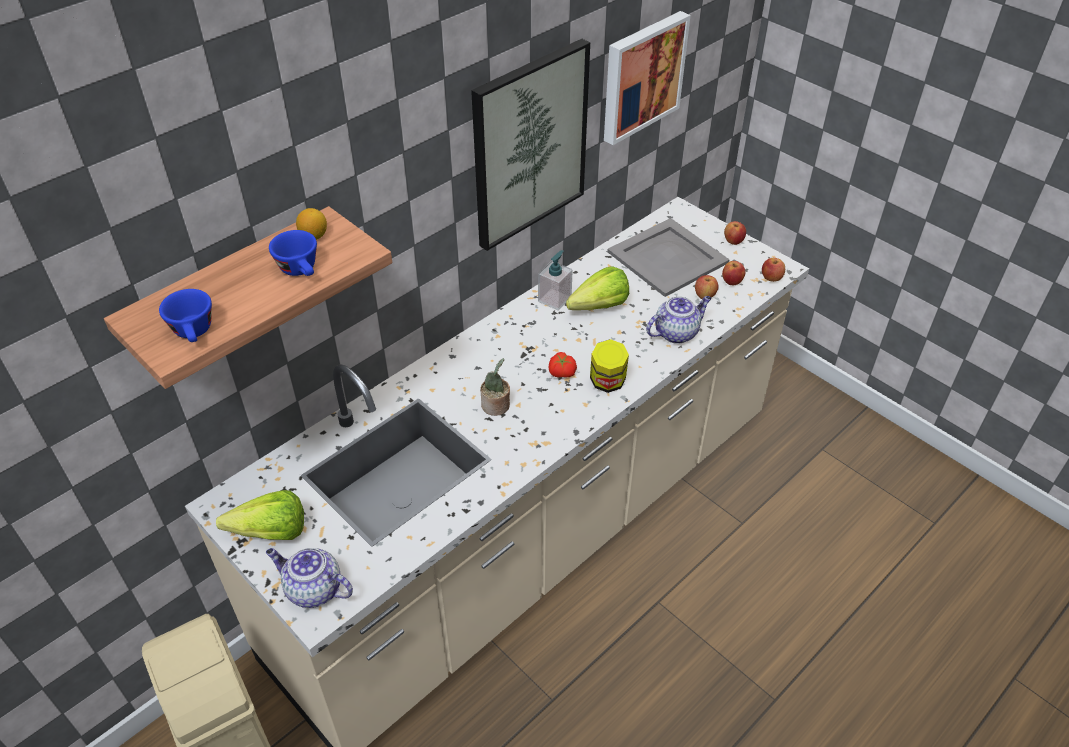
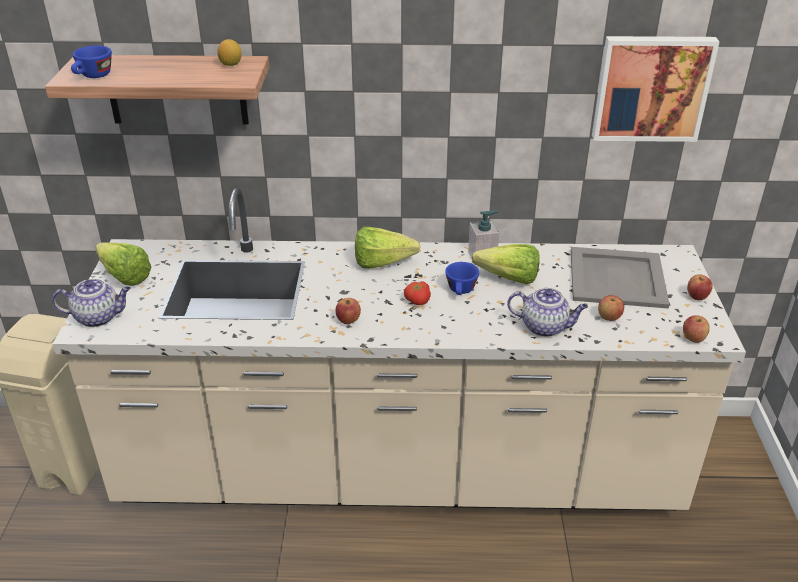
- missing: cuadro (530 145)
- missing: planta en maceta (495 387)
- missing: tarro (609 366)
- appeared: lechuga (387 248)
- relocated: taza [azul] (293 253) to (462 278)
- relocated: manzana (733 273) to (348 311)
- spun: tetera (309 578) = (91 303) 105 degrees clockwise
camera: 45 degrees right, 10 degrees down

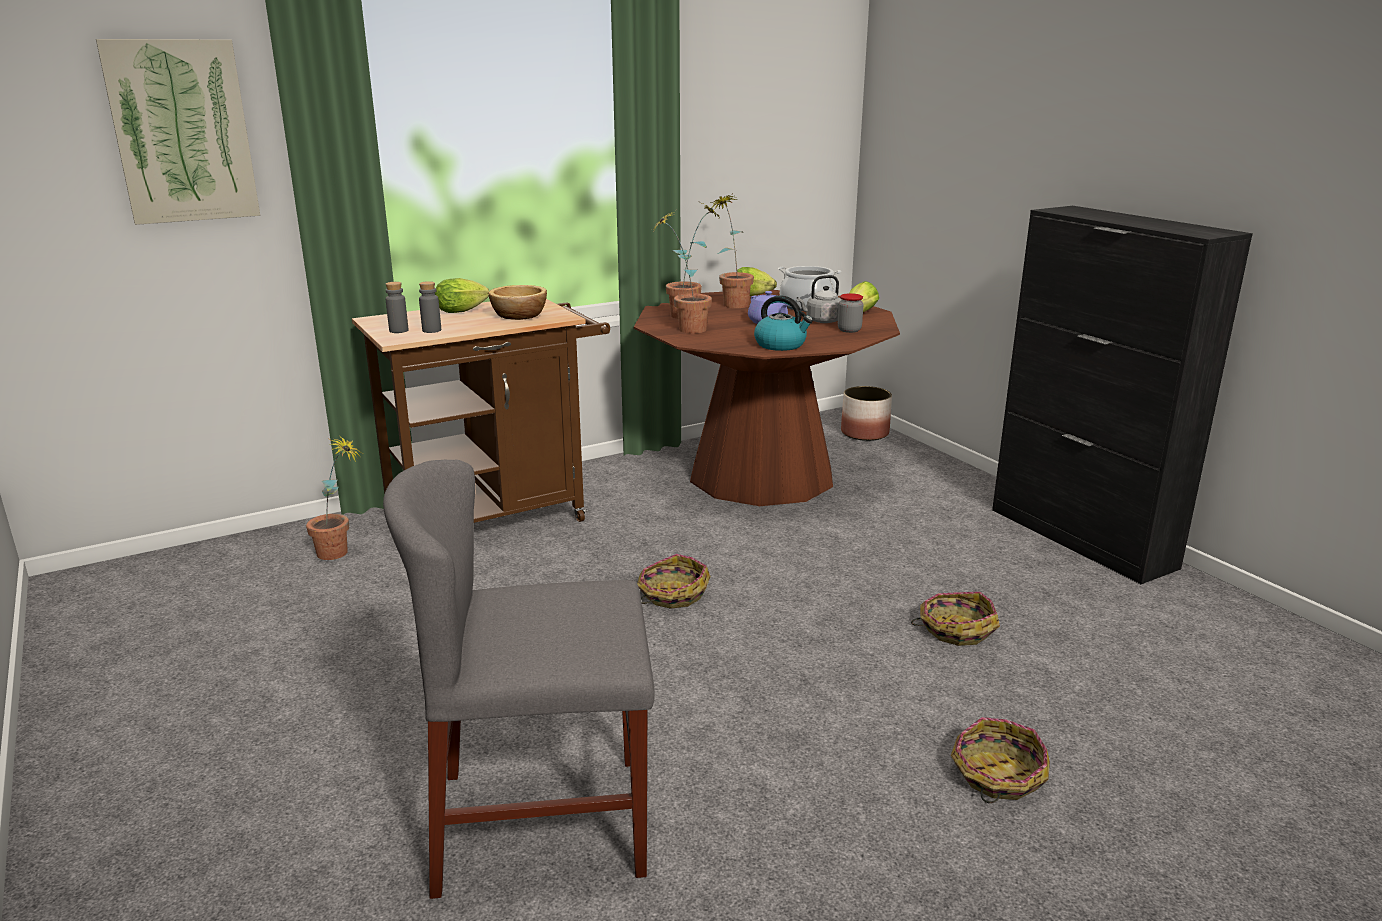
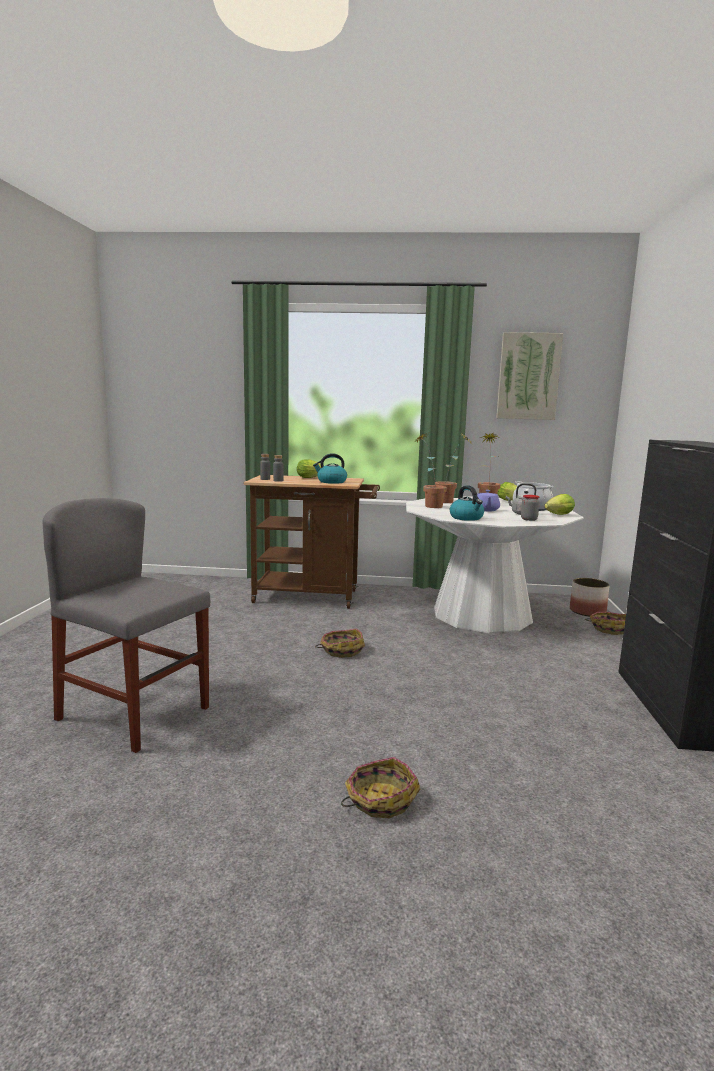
- missing: planta en maceta (334 498)
- relocated: cuadro (178 132) to (529 376)
- relocated: cesta (955 619) to (605 623)
- exchanged: cuenco (517 302) to hervidor (330 468)
- colour: mesa de comedor [marrón] (767 398) to mesa de comedor [blanco] (495 564)
camera: 35 degrees right, 10 degrees down

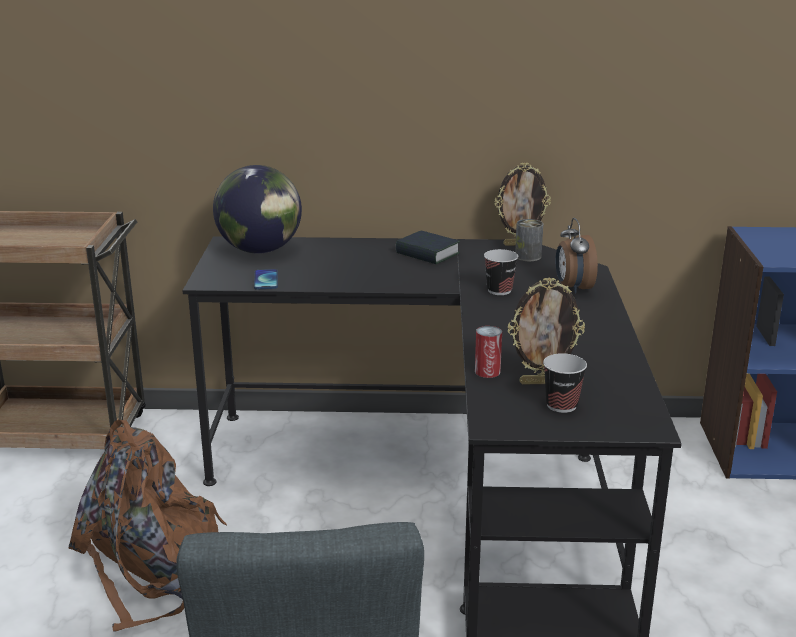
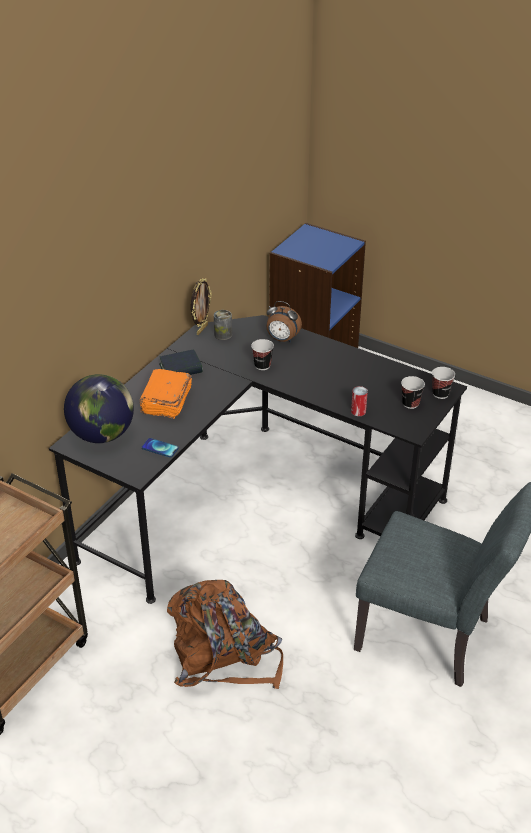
- missing: portarretratos (546 330)
- appeared: libro [naranja] (166 394)
- appeared: taza (443 383)
camera: 60 degrees left, 15 degrees up

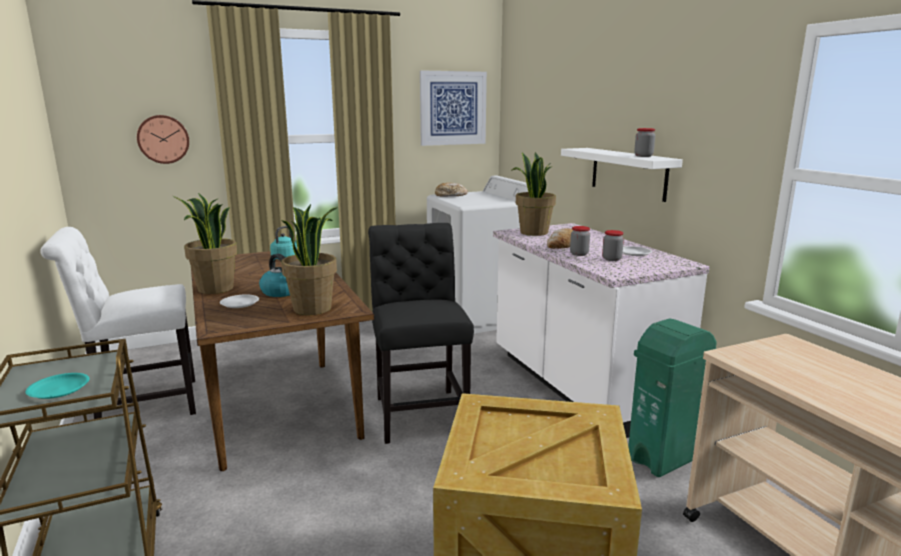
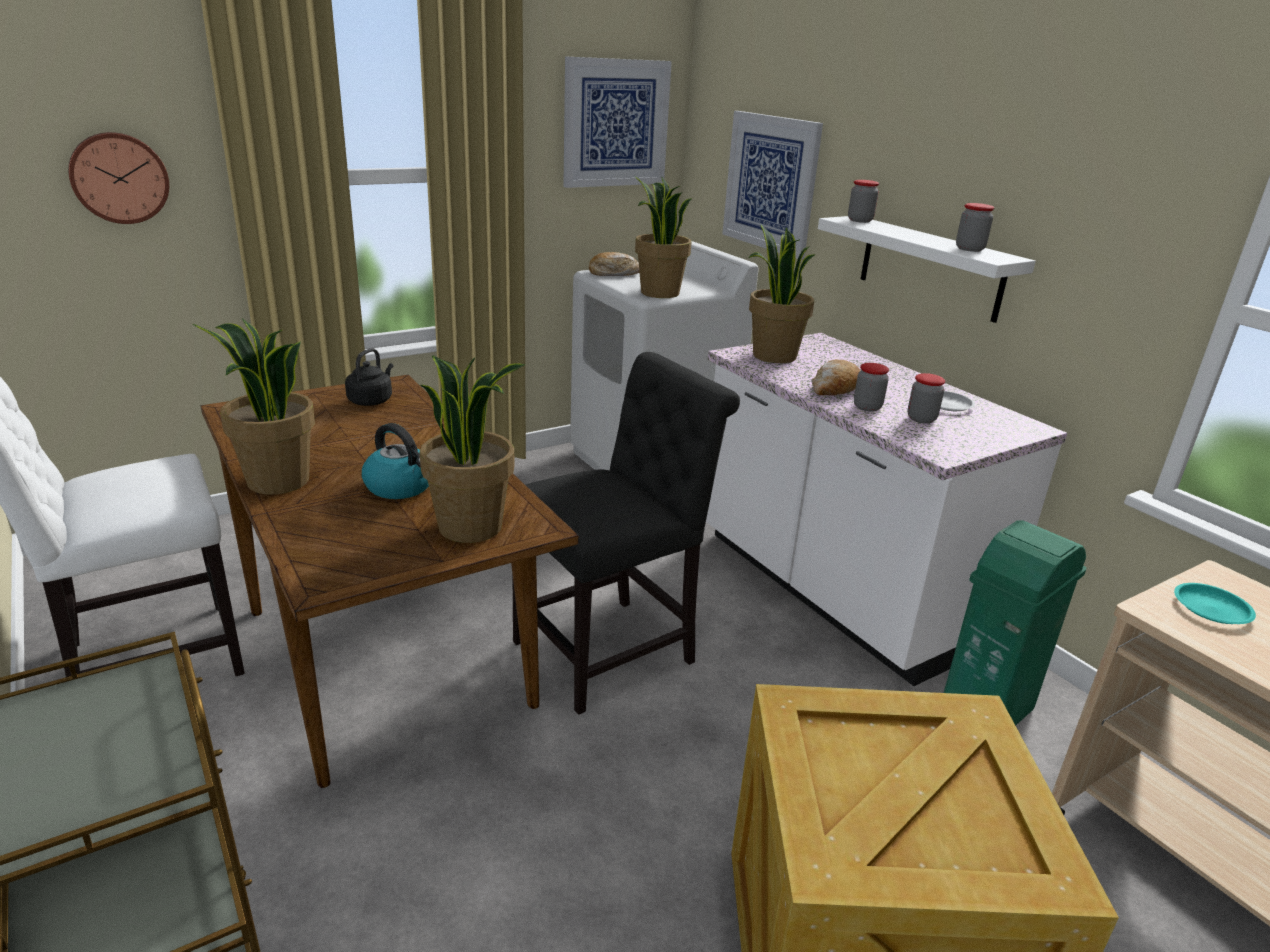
- missing: plato [blanco] (239 301)
- appeared: planta en maceta (663 237)
- appeared: cuadro (772 185)
- appeared: tarro (863 201)
- relocated: plato [turquesa] (57 386) to (1215 603)
- colour: hervidor [turquesa] (283 242) to hervidor [negro] (369 377)
- spun: silla [negro] (421 333) = (626 533) 75 degrees clockwise
camera: 10 degrees left, 10 degrees up

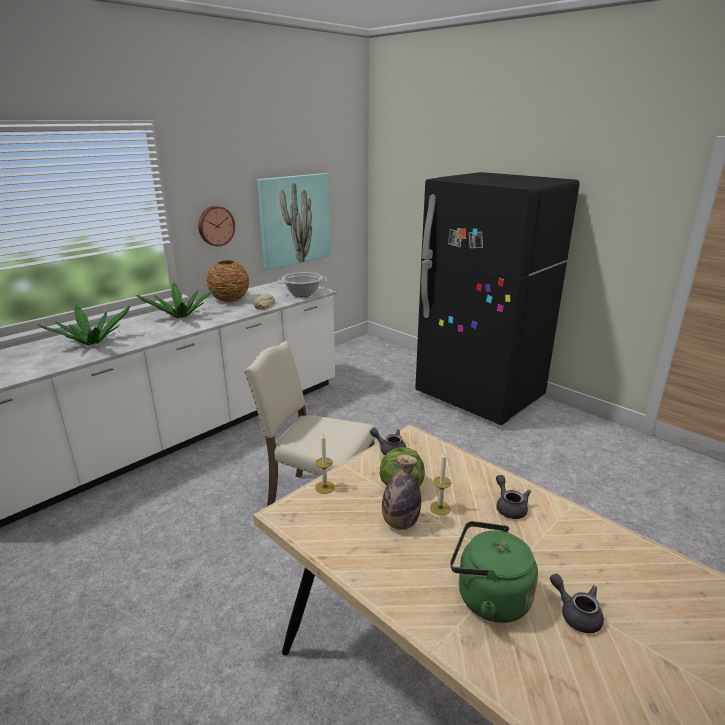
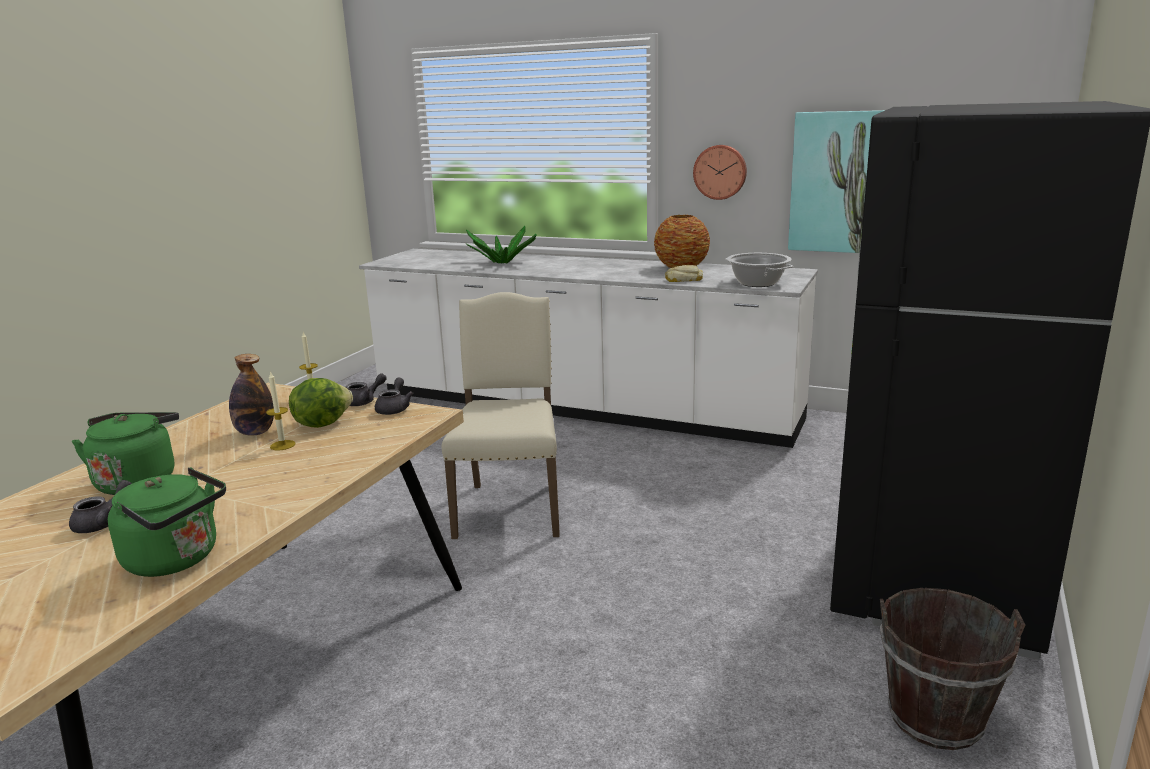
- missing: planta en maceta (176 300)
- appeared: hervidor [verde] (167 522)
- appeared: cubo [marrón] (952 669)
- relocated: tetera [gris] (513 497) to (366 389)
camera: 70 degrees right, 5 degrees down

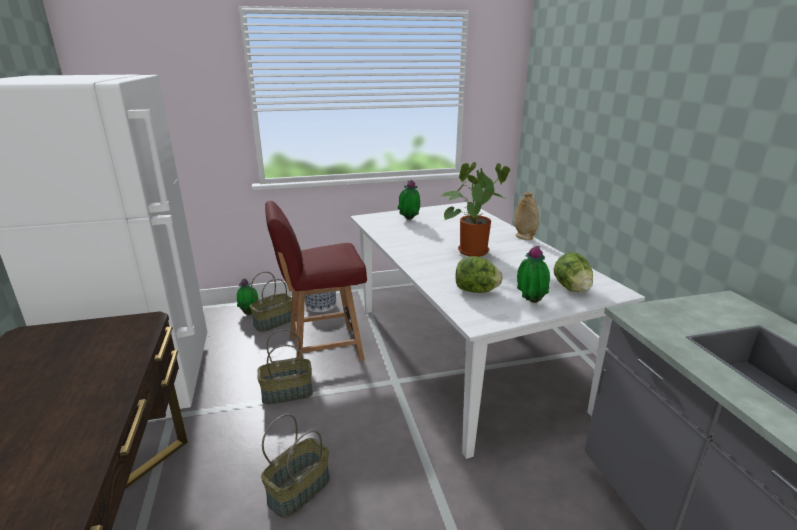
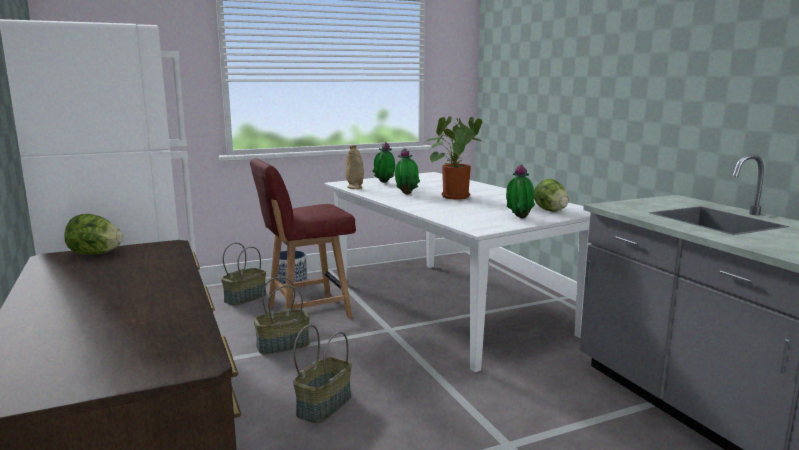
- relocated: planta en maceta (247 297) to (407 171)
- relocated: lechuga (479 274) to (93 234)
- relocated: florero [beis] (526 216) to (354 167)
camera: 10 degrees left, 10 degrees down

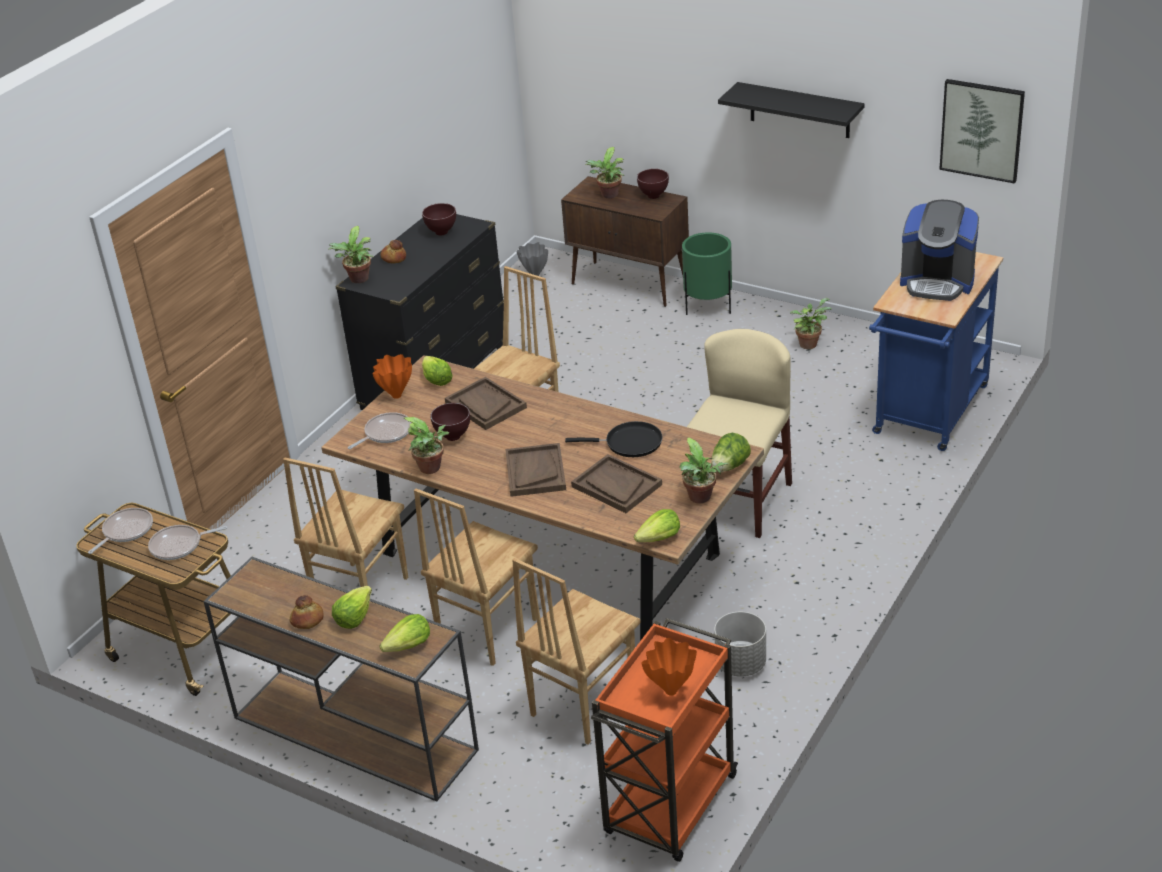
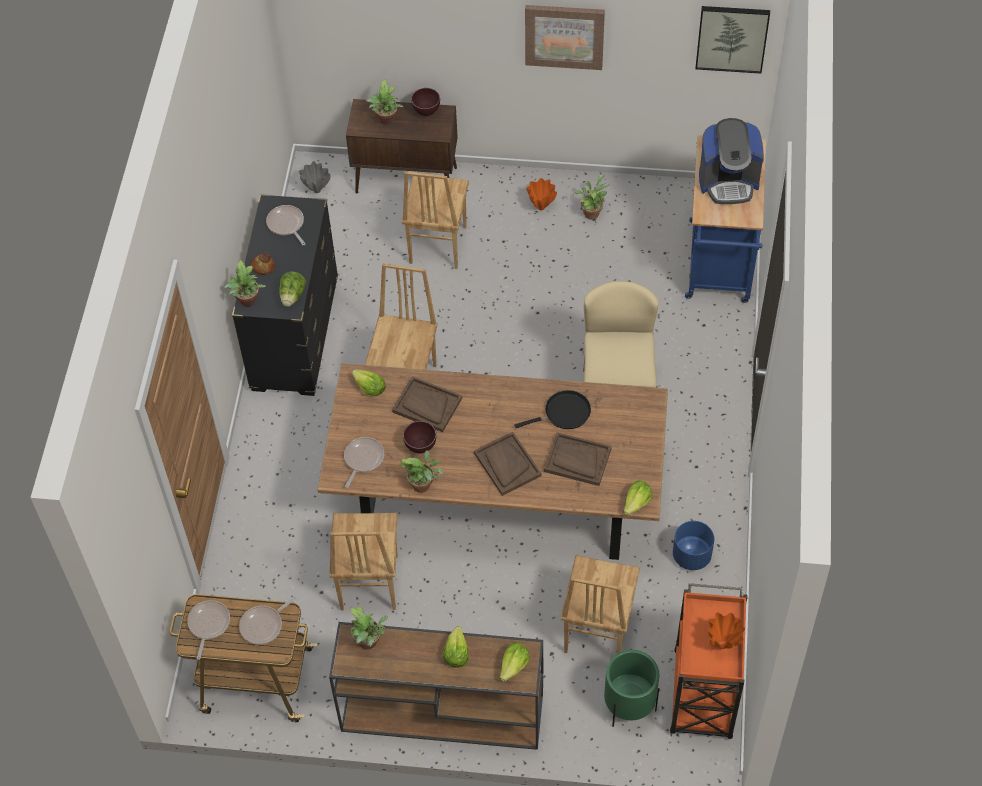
- missing: pan (306 612)
- relocated: florero [naranja] (392 376) to (542 194)
- relocated: silla [marrón] (476 577) to (435 220)
- relocated: planta en maceta (703 471) to (369 628)
- relocated: maceta [verde] (707 273) to (631 688)
- relocated: lechuga (731 452) to (292 289)
- exchanged: cuenco [marrón] (439 219) to sartén (285 225)
- exchanged: estante [negro] (791 110) to cuadro (565 37)
- colour: maceta [gris] (740 644) to maceta [azul] (693 545)
camera: 25 degrees left, 20 degrees up

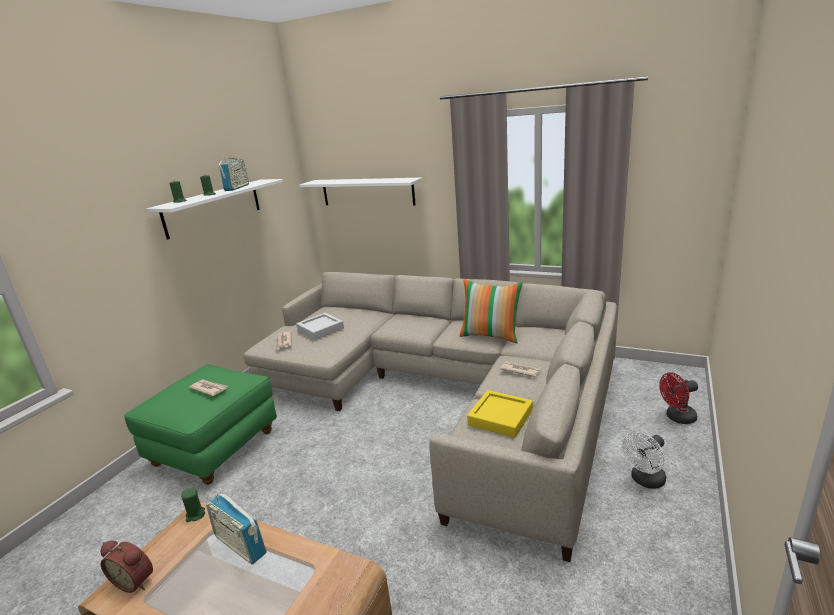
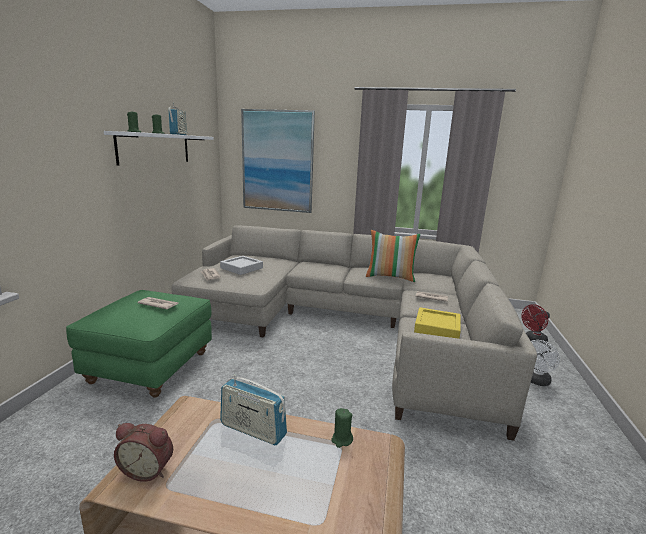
- relocated: vela [verde] (193 505) to (342 428)
- exchanged: estante [blanco] (361 191) to cuadro (278 161)
camera: 15 degrees left, 5 degrees down

